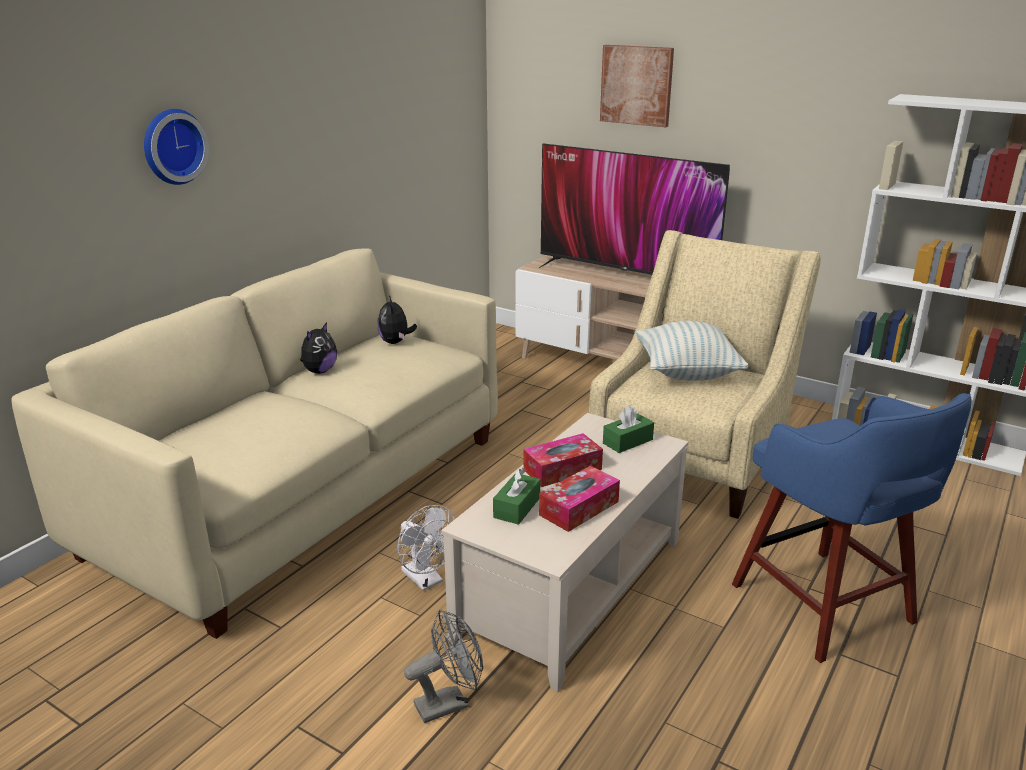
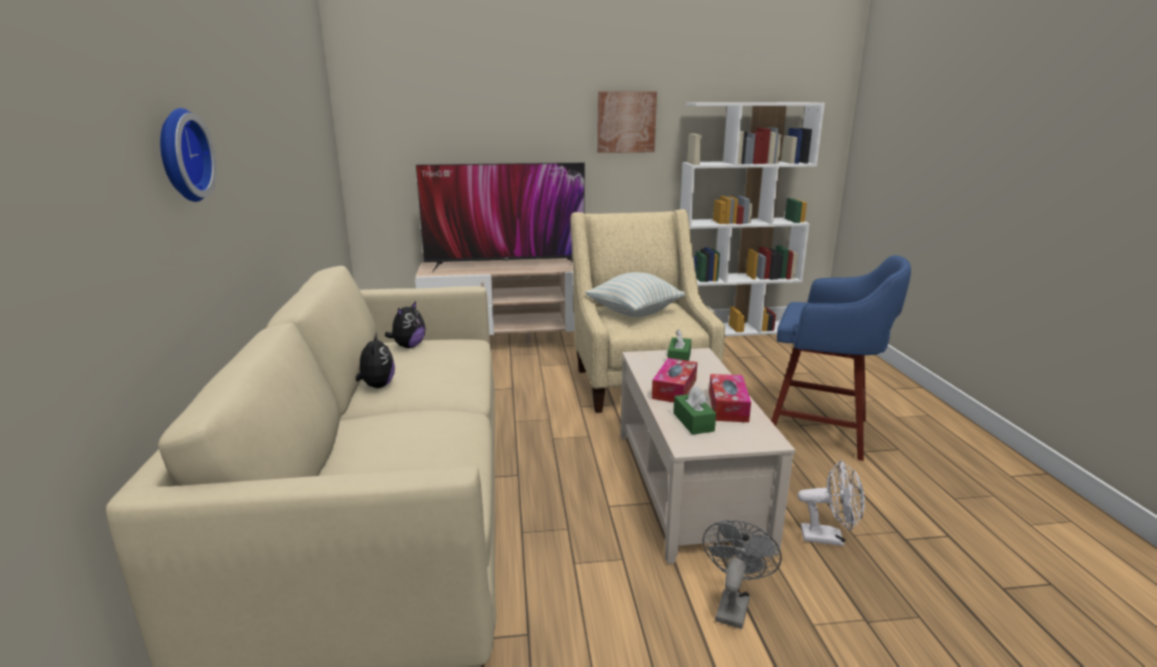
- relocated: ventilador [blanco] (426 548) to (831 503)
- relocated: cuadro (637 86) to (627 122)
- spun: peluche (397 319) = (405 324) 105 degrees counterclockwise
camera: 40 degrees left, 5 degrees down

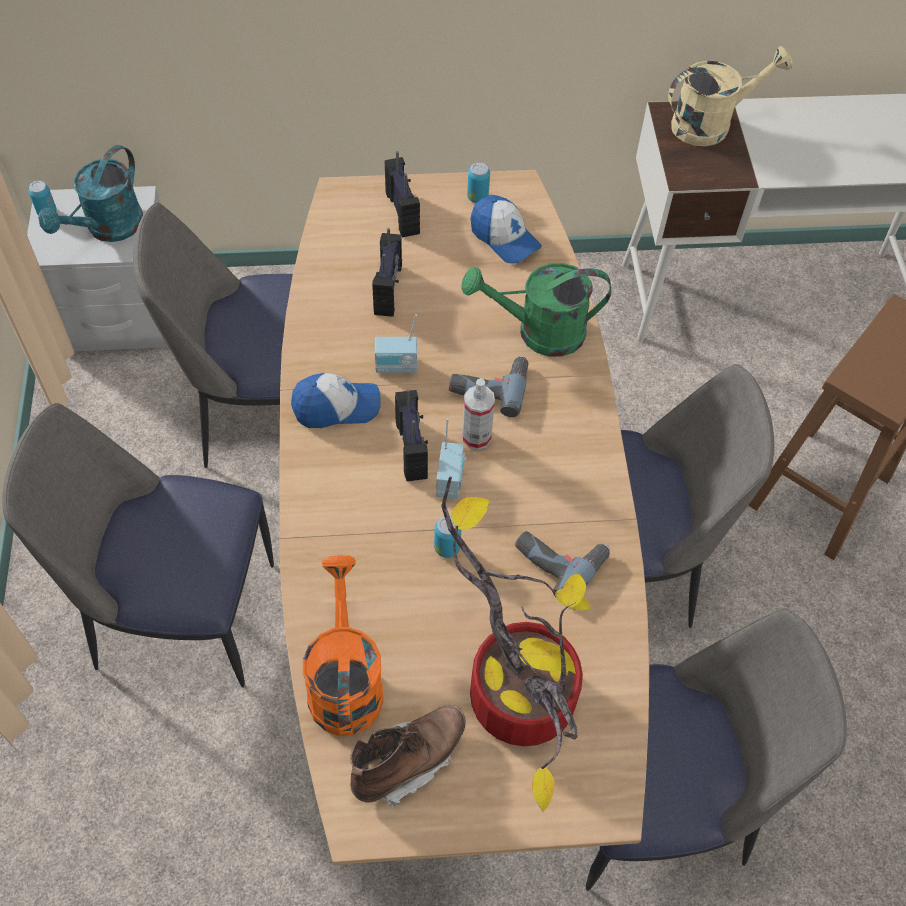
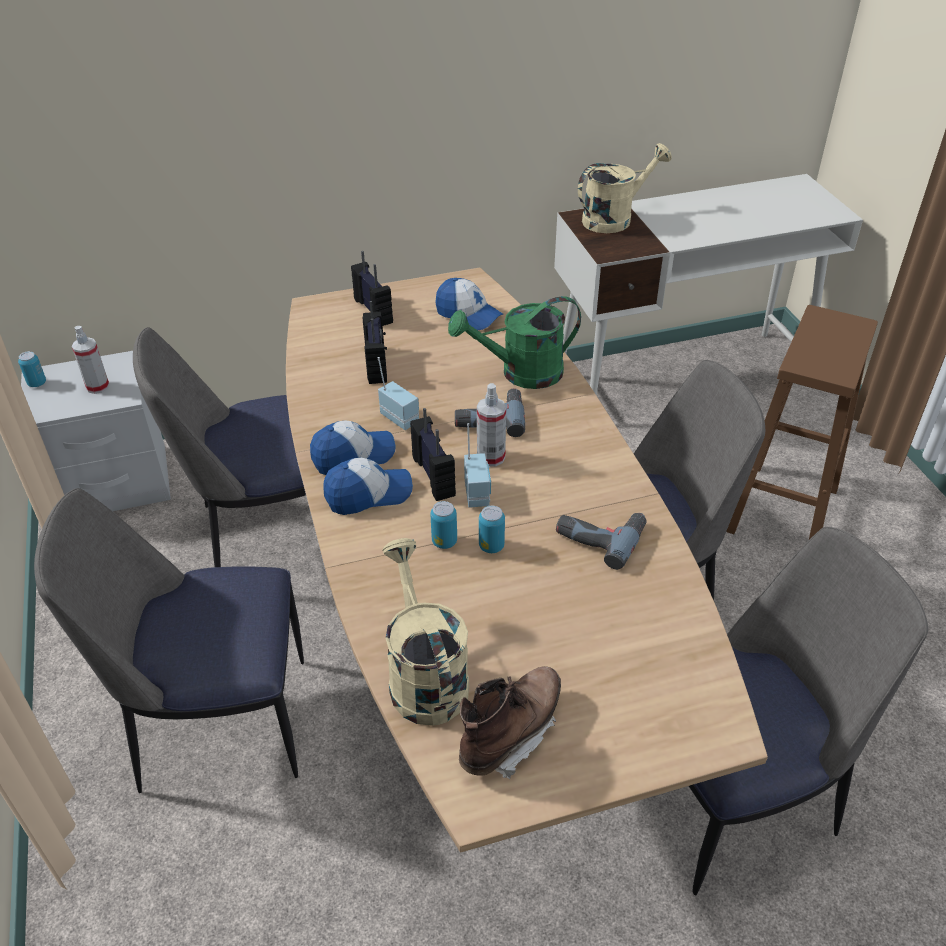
- missing: planta en maceta (516 644)
- appeared: gorra (368 486)
- relocated: lata (478 182) to (443 525)
- exchanged: regadera [turquesa] (90 193) to pulverizador (91 360)
- colour: regadera [naranja] (343 645) to regadera [beis] (425 632)
- spun: radio (396 343) = (398 393) 120 degrees counterclockwise
camera: 10 degrees left, 15 degrees down

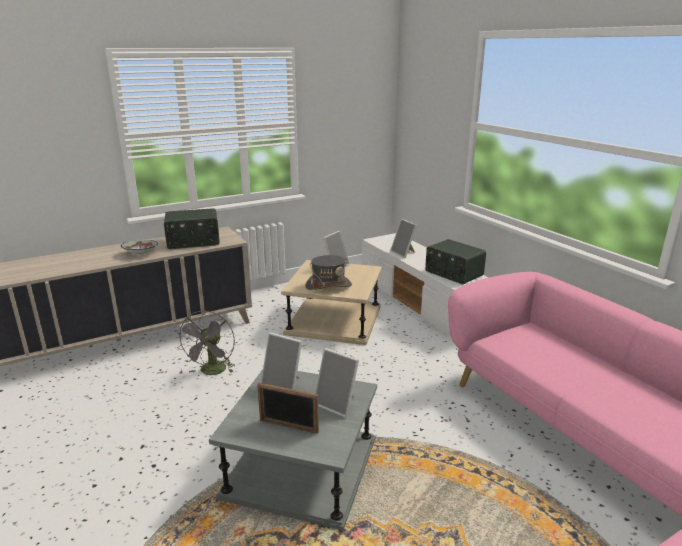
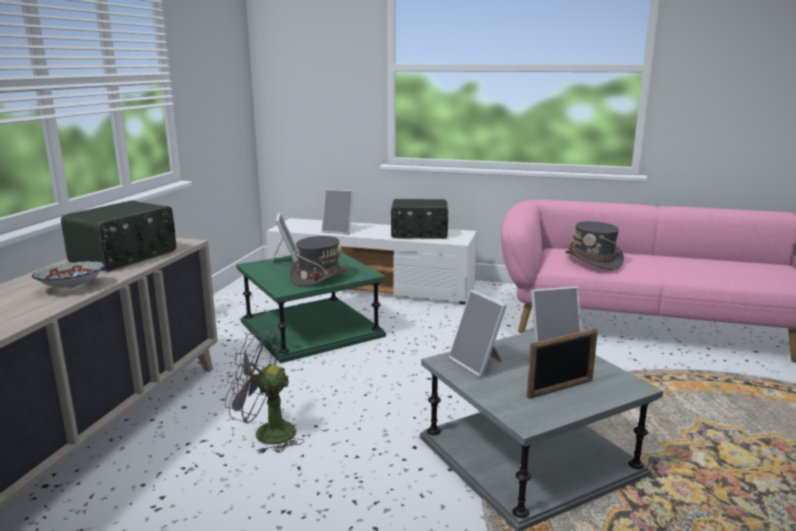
- appeared: sombrero [gris] (595 245)
- colour: mesa auxiliar [beis] (331 302) to mesa auxiliar [verde] (311 308)
- spun: ventilador [gris] (206 342) = (264 392) 135 degrees clockwise
- spun: portarretratos (281 361) = (478 334) 75 degrees clockwise
camera: 45 degrees left, 5 degrees down

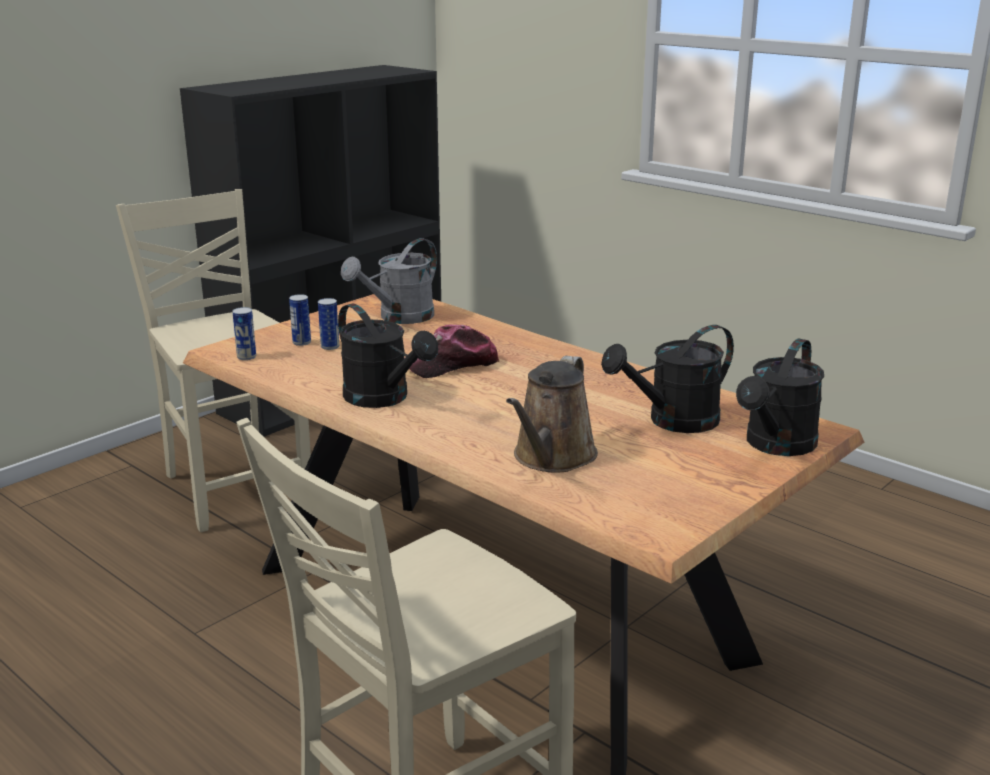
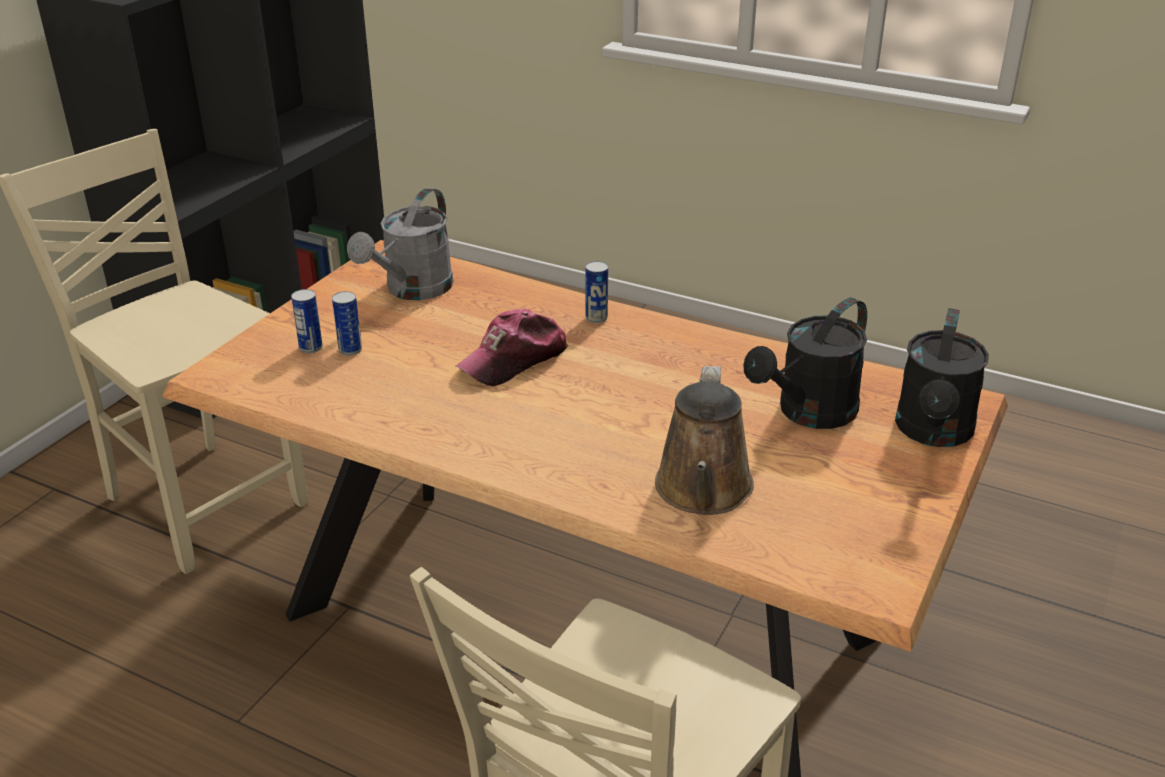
- missing: regadera [negro] (388 355)
- relocated: lata (244 333) to (597 292)
camera: 15 degrees left, 10 degrees up

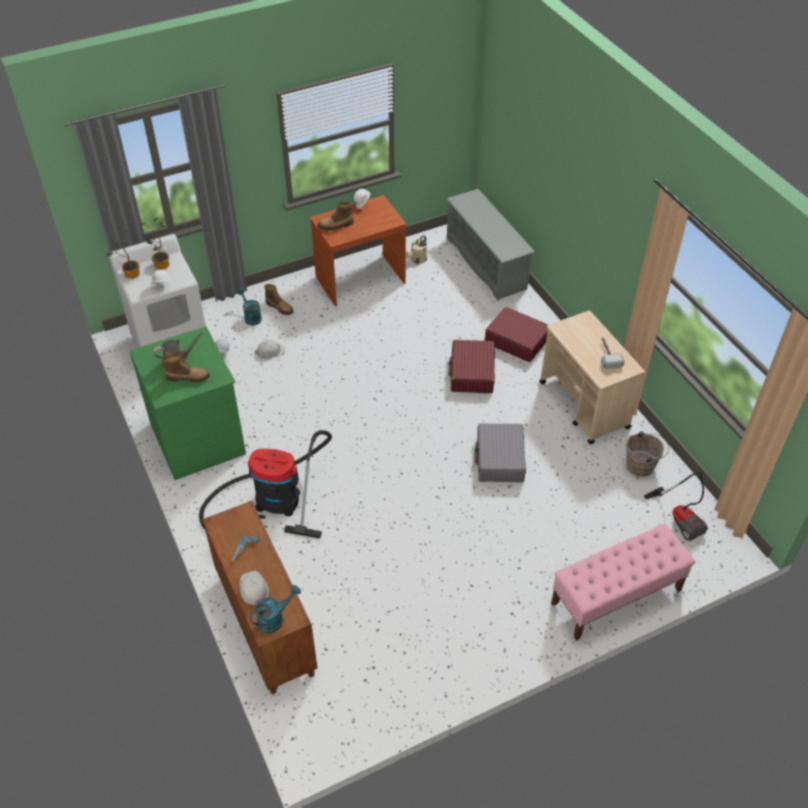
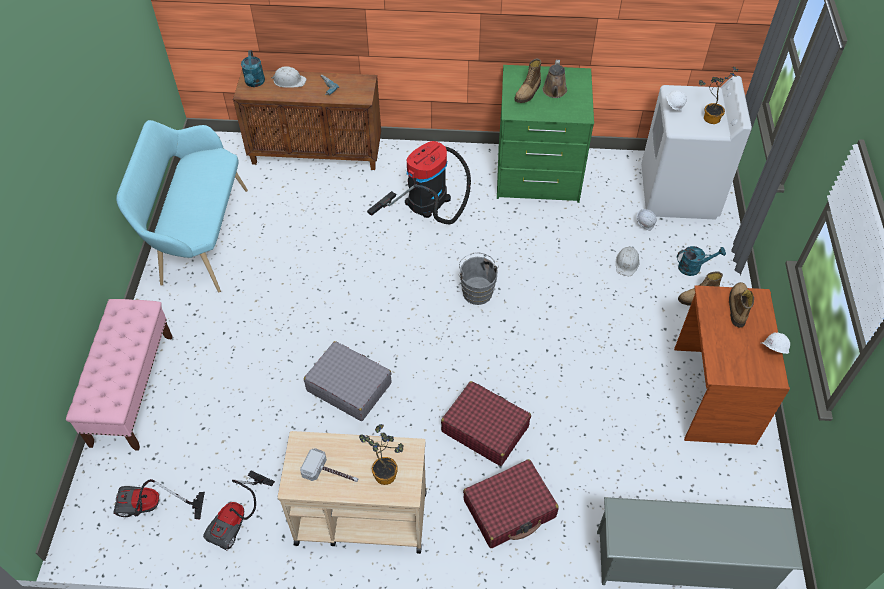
- missing: regadera [beis] (416 249)
- appeared: banco [turquesa] (182 206)
- appeared: cubo [gris] (478 278)
- relocated: planta en maceta (123 253) to (381 454)
- exchanged: cubo [marrón] (647 454) to aspiradora (239 510)
camera: 120 degrees right, 5 degrees up

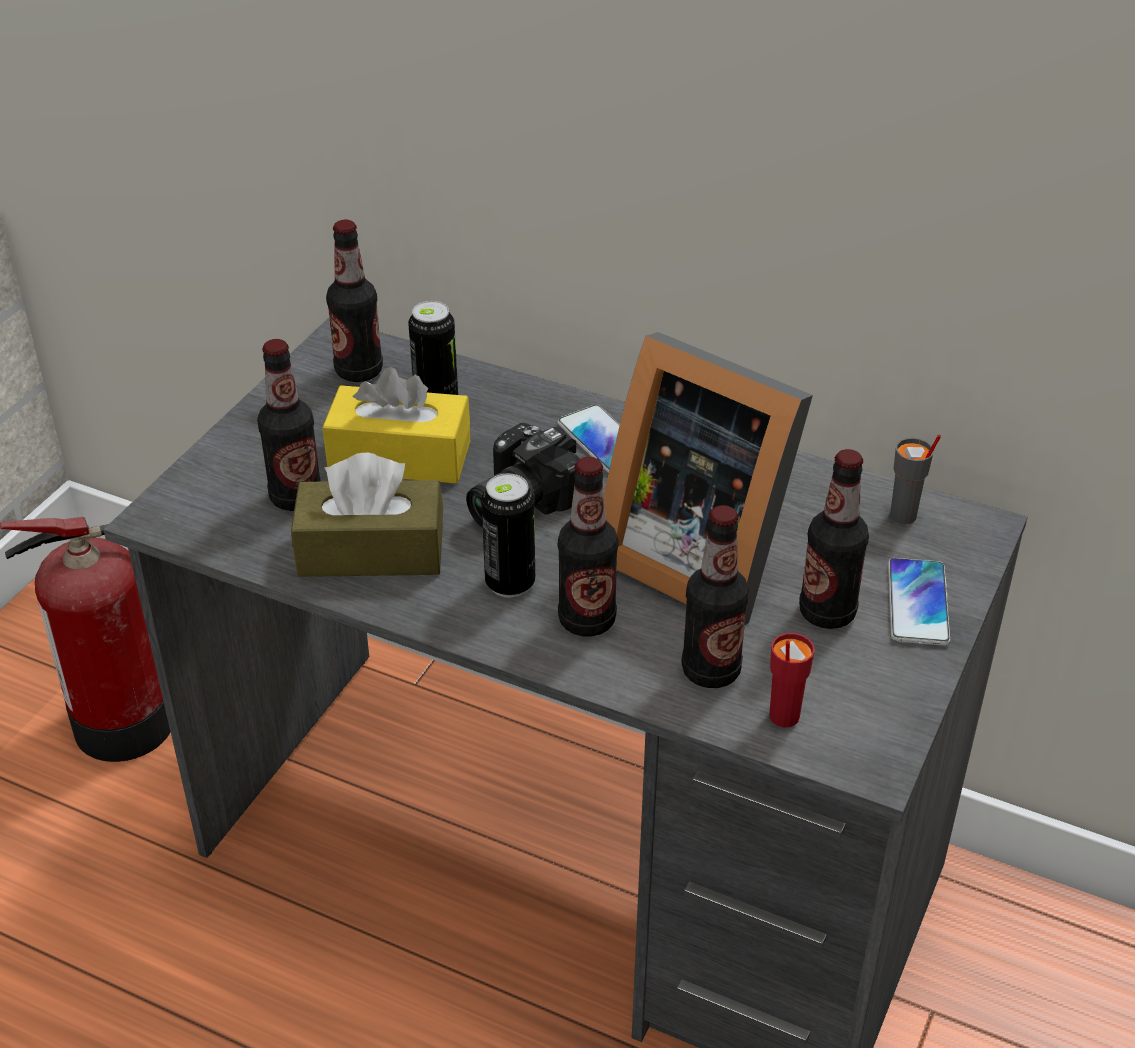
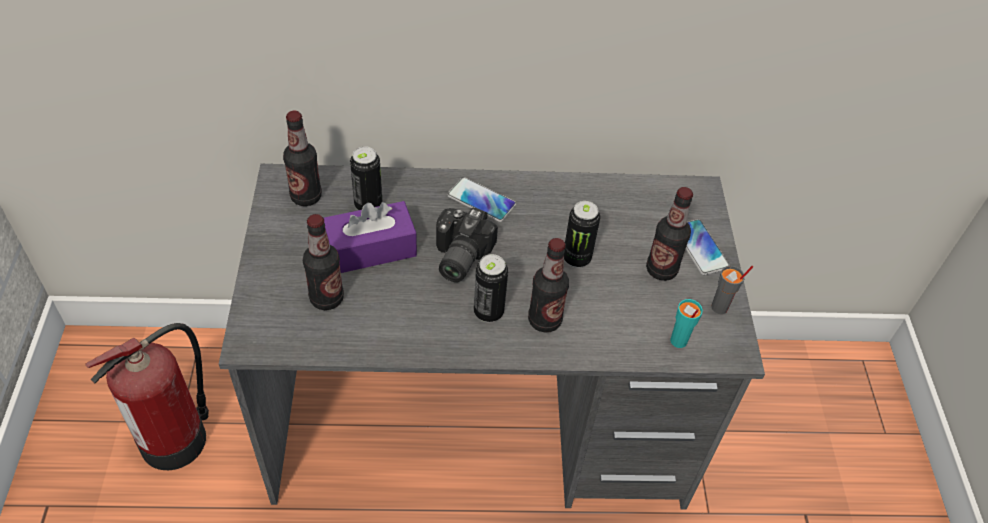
- missing: caja de pañuelos [marrón] (367 514)
- missing: botella (715 596)
- relocated: taza [gris] (915 479) to (732 290)
- exchanged: portarretratos (708 478) to lata (582 234)
- colour: caja de pañuelos [amarillo] (396 425) to caja de pañuelos [morado] (370 237)
- colour: taza [rojo] (792 680) to taza [turquesa] (686 323)
camera: 30 degrees left, 10 degrees up

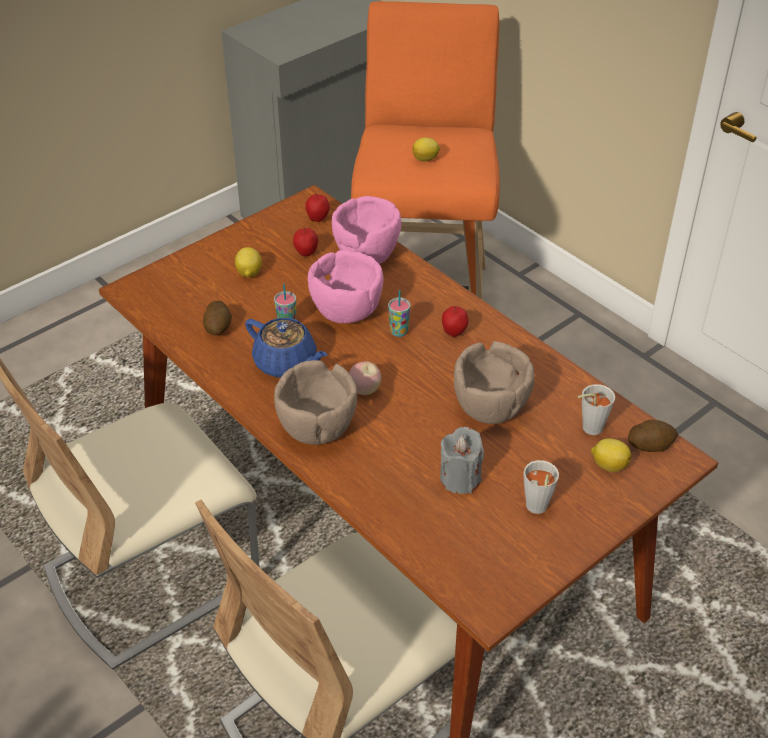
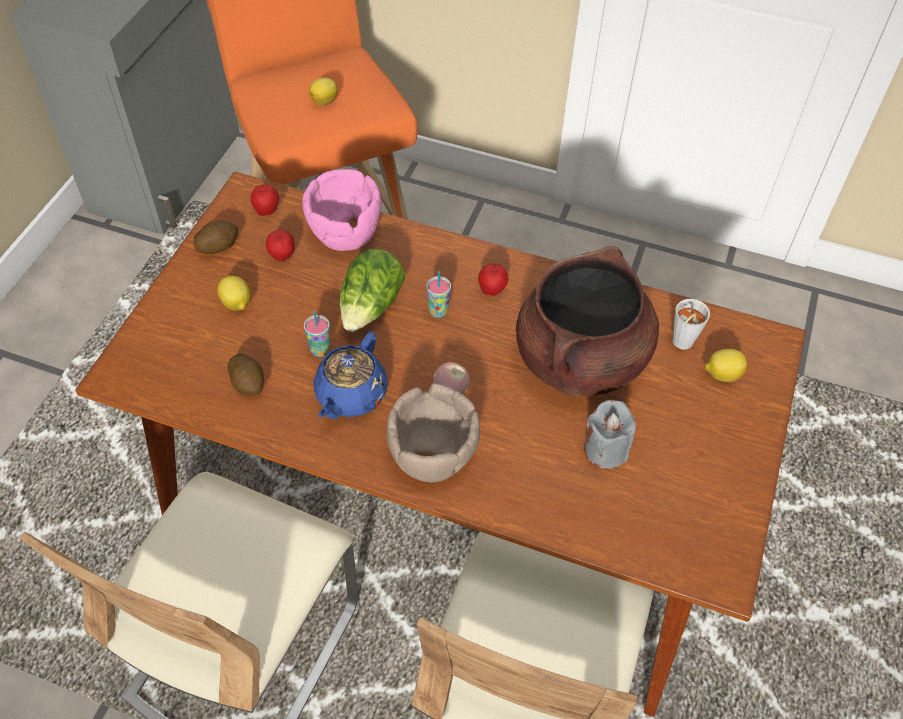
- missing: taza [gris] (541 487)
- relocated: patata (653 436) to (216 237)
- exchanged: cuenco [rosa] (345 286) to lechuga (372 290)
- exchanged: cuenco [marrón] (494 382) to olla [marrón] (587 321)
- spun: tetera [azul] (286 348) = (350 375) 105 degrees clockwise
camera: 30 degrees left, 10 degrees up

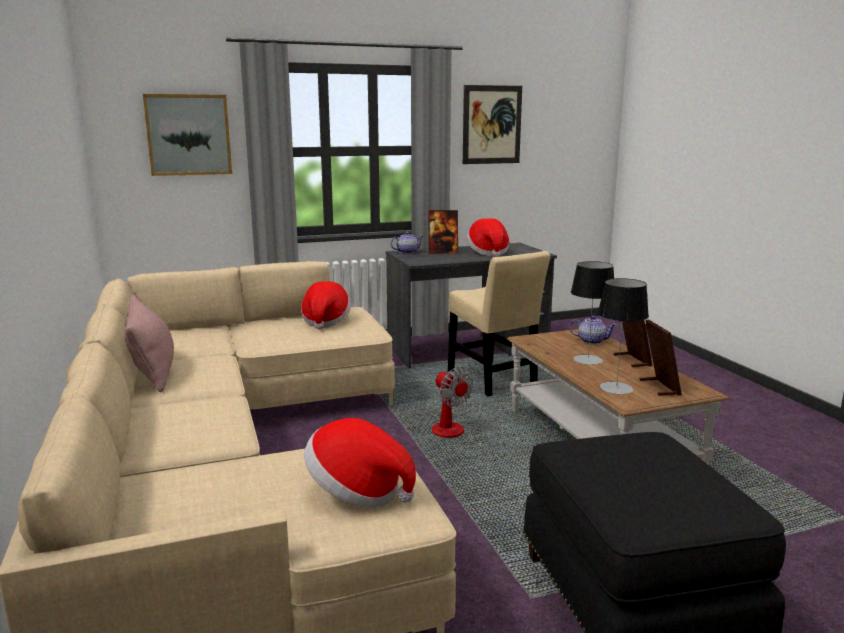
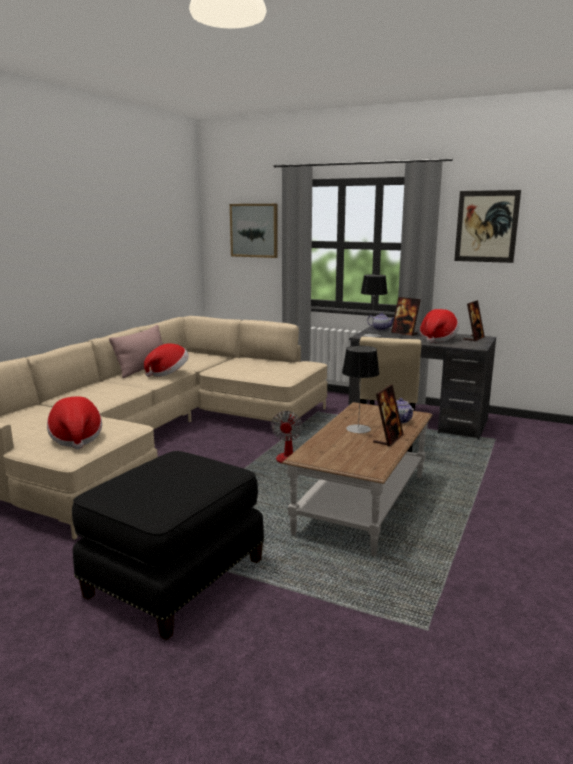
- relocated: sombrero (326 305) to (166 360)
- relocated: lámpara de mesa (623 336) to (374 305)
- relocated: portarretratos (661 357) to (474 320)
camera: 45 degrees right, 0 degrees up

